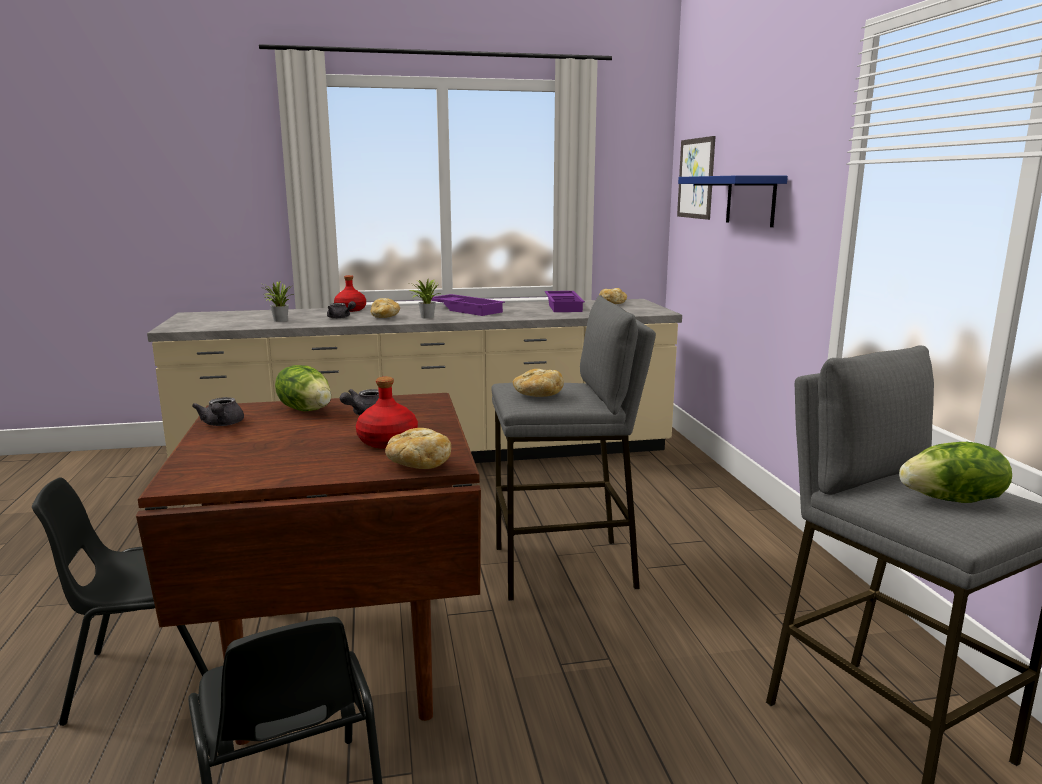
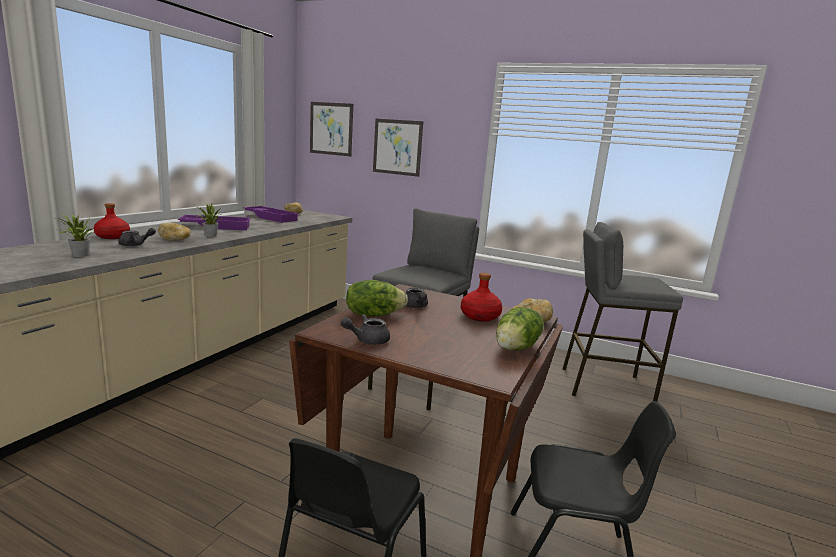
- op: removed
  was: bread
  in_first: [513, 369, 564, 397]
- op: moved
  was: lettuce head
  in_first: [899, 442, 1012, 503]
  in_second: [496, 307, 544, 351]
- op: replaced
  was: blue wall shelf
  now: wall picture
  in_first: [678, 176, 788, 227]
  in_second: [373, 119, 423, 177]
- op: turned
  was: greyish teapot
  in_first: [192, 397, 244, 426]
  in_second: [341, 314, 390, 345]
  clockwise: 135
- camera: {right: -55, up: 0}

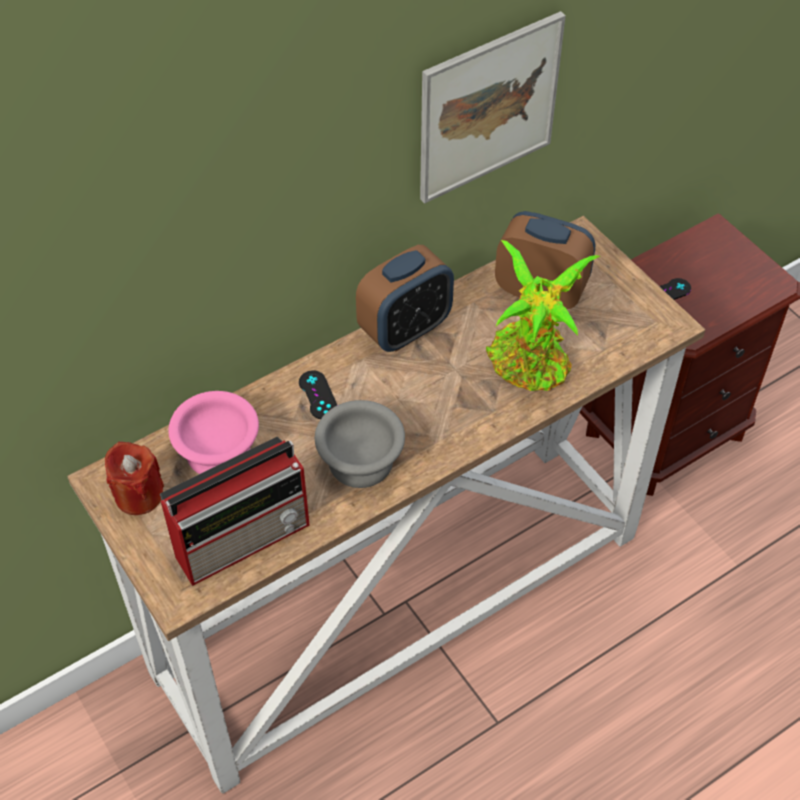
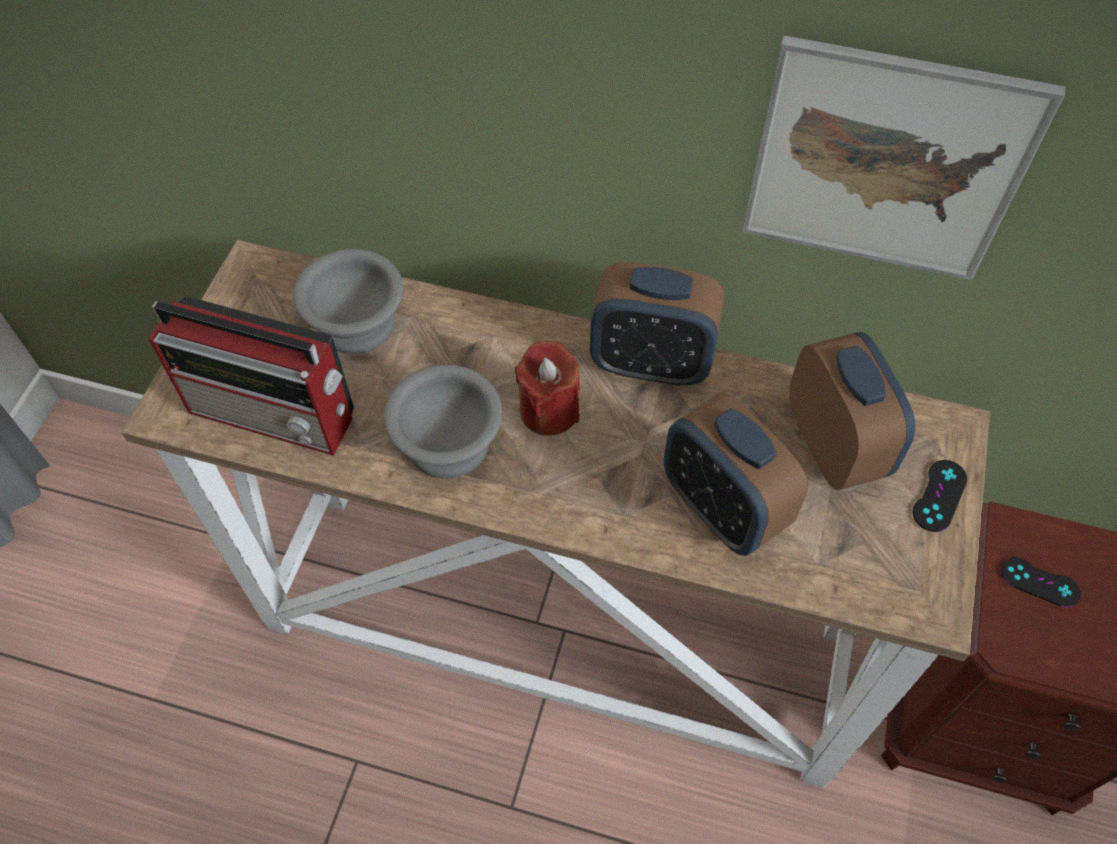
- op: moved
  was: reddish wax light
  in_first: [105, 442, 164, 515]
  in_second: [515, 341, 580, 435]
- op: moved
  was: black joypad
  in_first: [299, 370, 337, 419]
  in_second: [912, 460, 967, 532]
- op: replaced
  was: houseplant
  now: bedside clock
  in_first: [486, 240, 600, 391]
  in_second: [664, 392, 808, 556]
- op: recoloured
  was: pink-coloured deep dish
  now: greyish deep dish
  in_first: [168, 391, 259, 474]
  in_second: [293, 249, 403, 354]
- camera: {right: 50, up: 5}

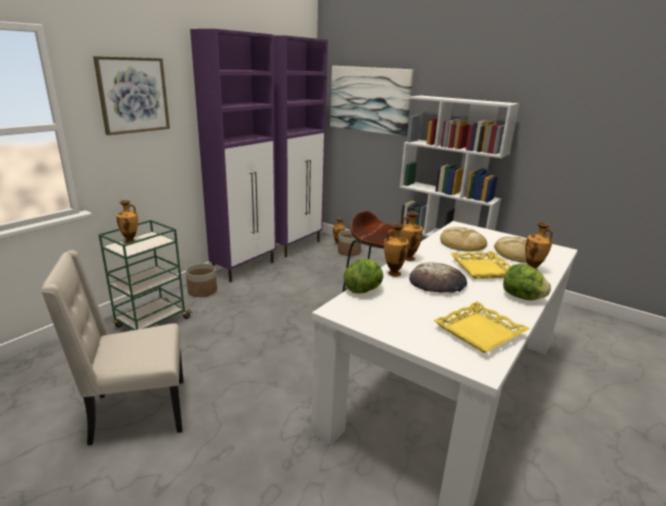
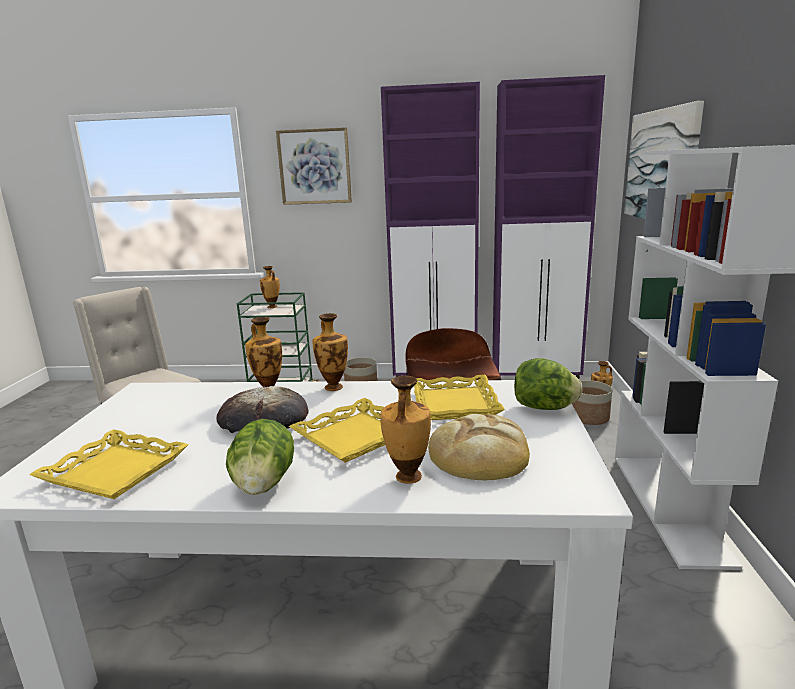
- op: moved
  was: lettuce head
  in_first: [343, 259, 383, 294]
  in_second: [514, 358, 583, 410]
- op: replaced
  was: bread
  now: yellow-coloured tray
  in_first: [440, 227, 487, 252]
  in_second: [414, 375, 505, 420]
- camera: {right: 60, up: -5}

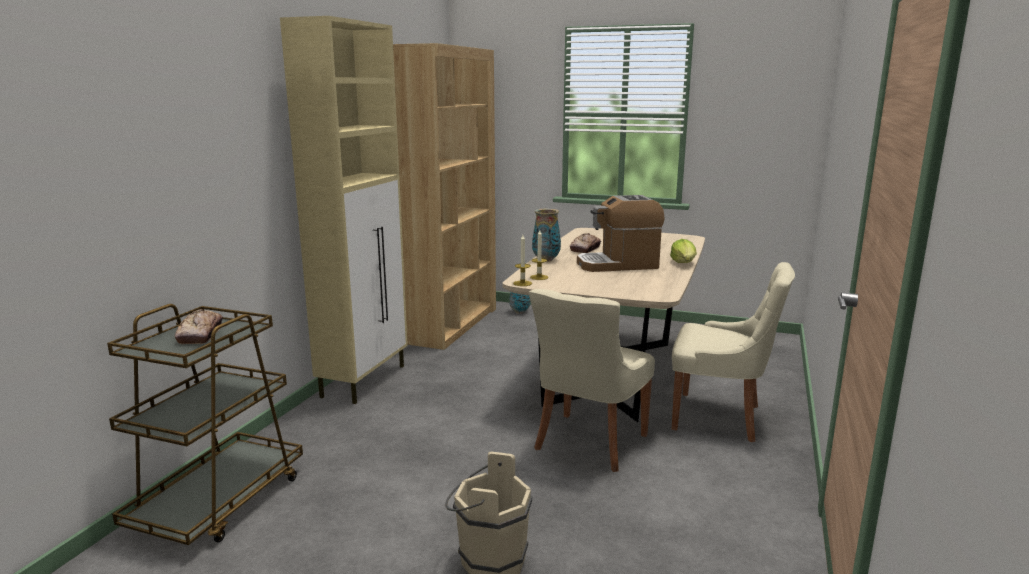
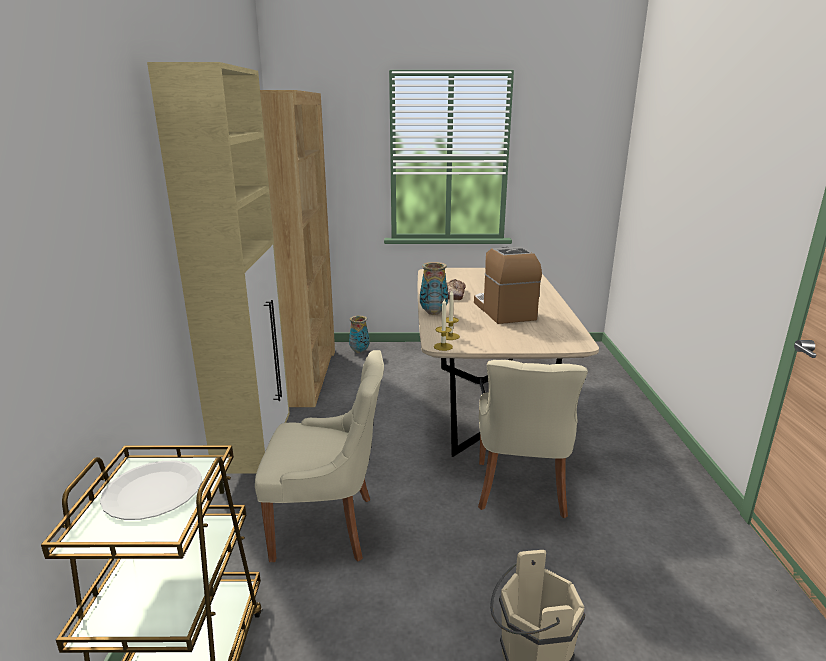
- op: removed
  was: lettuce head
  in_first: [670, 239, 697, 263]
- op: moved
  was: beige-coloured plain chair
  in_first: [672, 262, 795, 442]
  in_second: [255, 350, 384, 562]
- op: replaced
  was: bread
  now: whitish flat dish
  in_first: [175, 309, 223, 344]
  in_second: [100, 461, 201, 520]
- op: turned
  was: coffee maker
  in_first: [577, 195, 664, 272]
  in_second: [474, 247, 542, 324]
  clockwise: 105
- camera: {right: -20, up: 5}

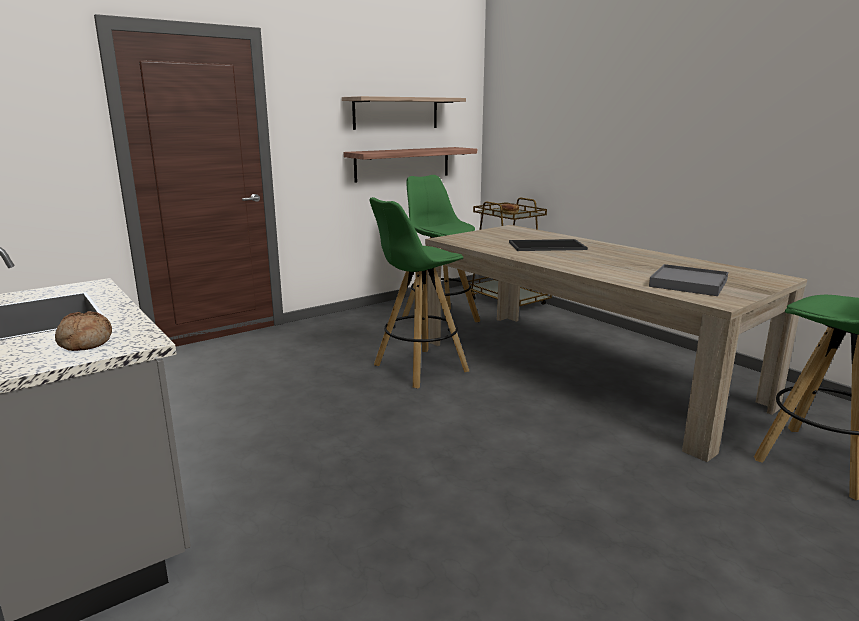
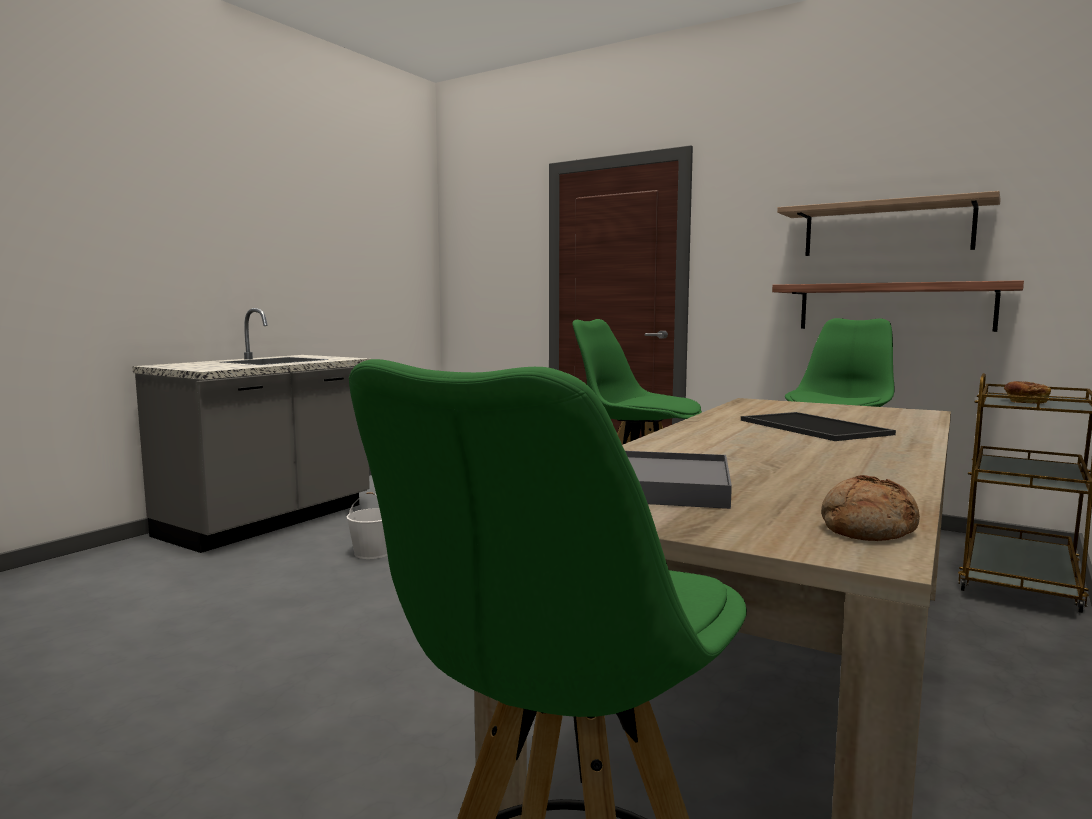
- op: added
  now: whitish pail
  in_second: [346, 492, 387, 559]
- op: moved
  was: bread
  in_first: [55, 311, 112, 351]
  in_second: [821, 475, 920, 541]
- camera: {right: 70, up: -10}

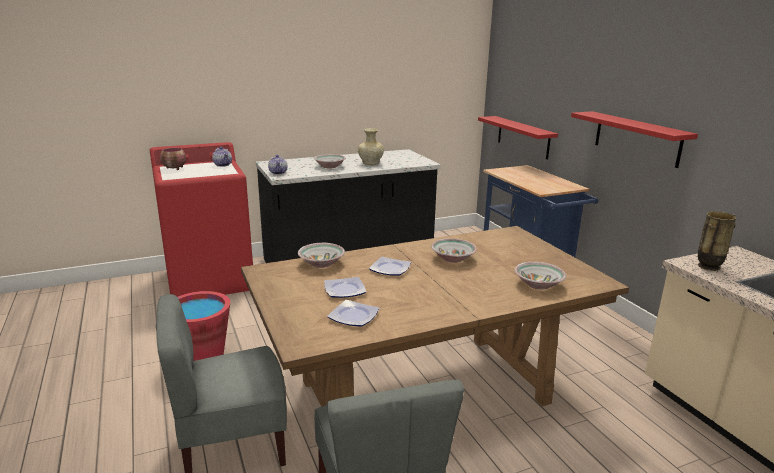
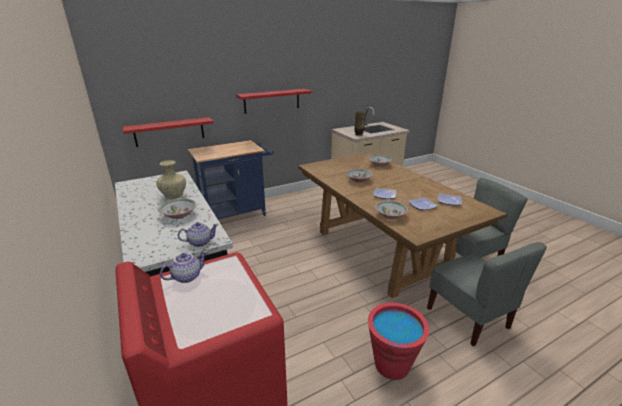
- op: removed
  was: deep dish
  in_first: [160, 148, 186, 170]
- camera: {right: -95, up: 5}

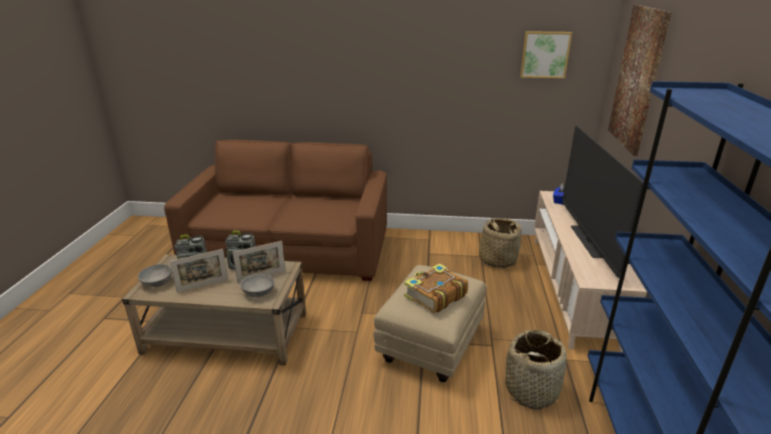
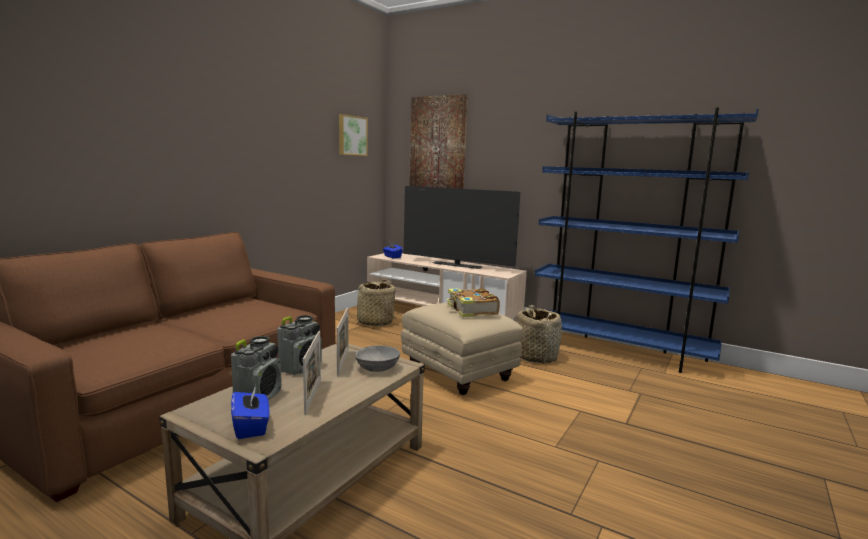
- op: replaced
  was: greyish deep dish
  now: blue tissue box
  in_first: [138, 264, 172, 287]
  in_second: [231, 387, 269, 439]
- camera: {right: -65, up: -15}

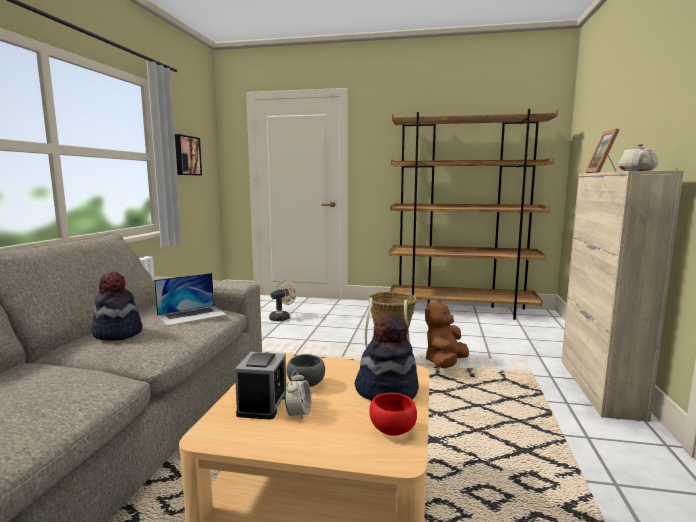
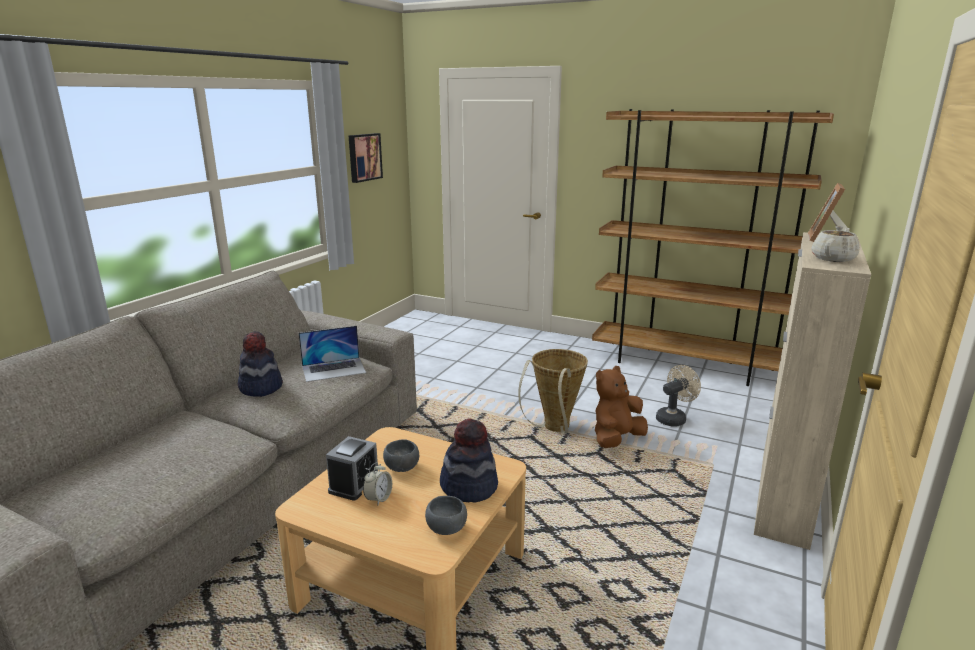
- op: moved
  was: beige-coloured electric fan
  in_first: [269, 280, 296, 321]
  in_second: [656, 365, 701, 427]
- op: recoloured
  was: reddish deep dish
  now: greyish deep dish
  in_first: [369, 393, 417, 436]
  in_second: [425, 496, 467, 535]
- camera: {right: 15, up: 10}

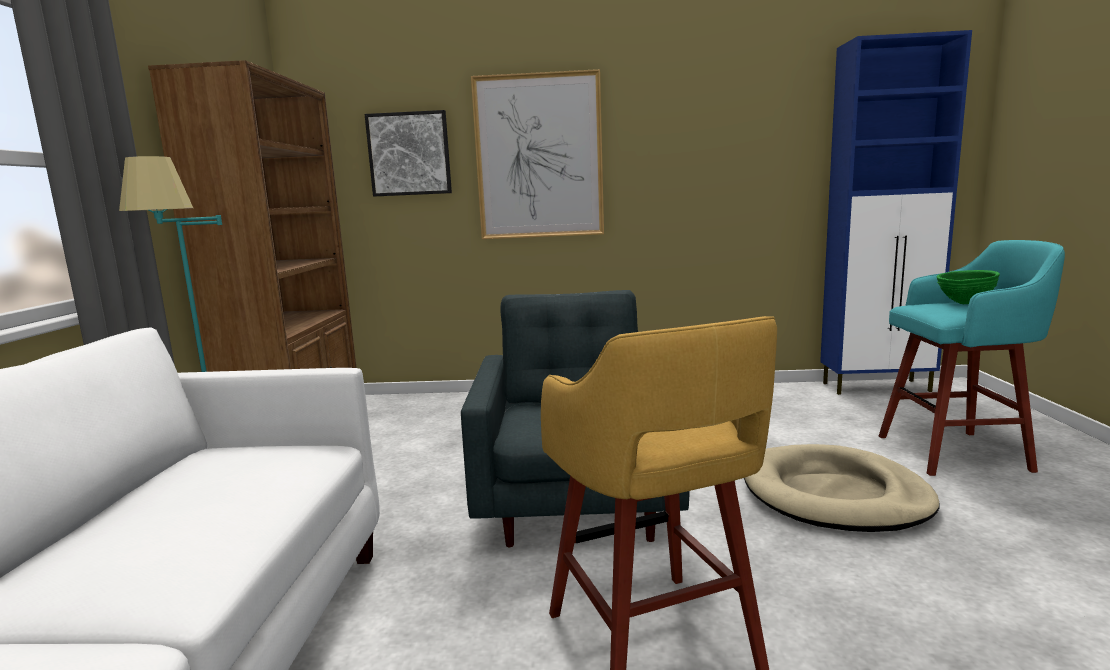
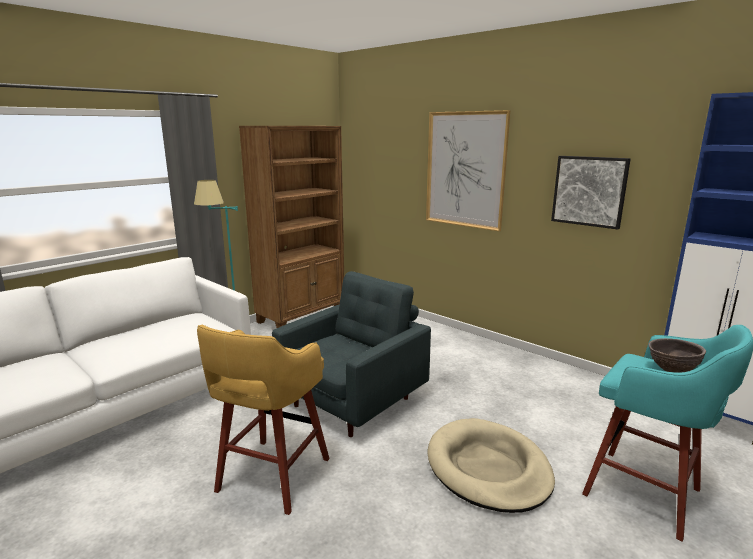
- op: moved
  was: wall picture
  in_first: [365, 110, 452, 197]
  in_second: [551, 156, 631, 230]
- op: recoloured
  was: green-coloured deep dish
  now: brown deep dish
  in_first: [936, 270, 1000, 304]
  in_second: [648, 338, 706, 373]
- camera: {right: 40, up: 5}

